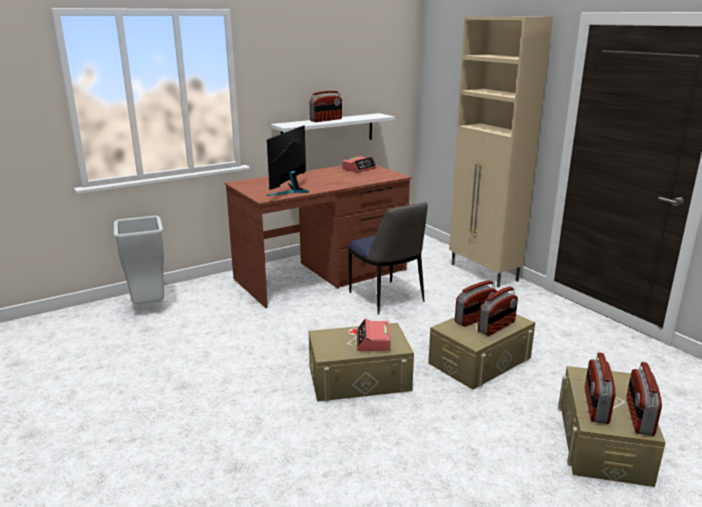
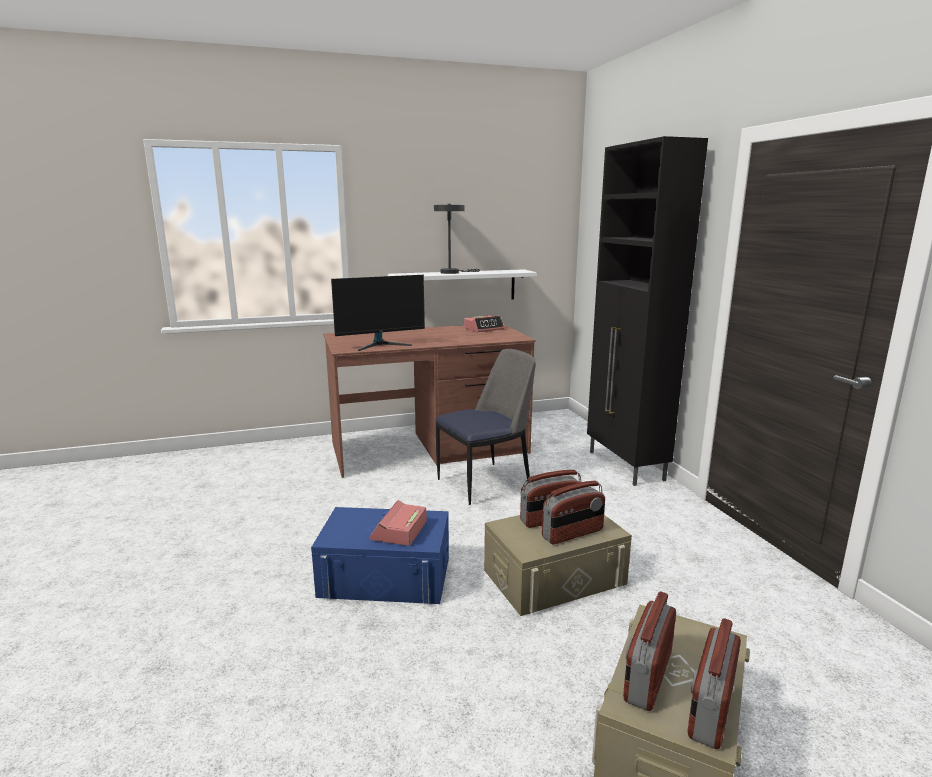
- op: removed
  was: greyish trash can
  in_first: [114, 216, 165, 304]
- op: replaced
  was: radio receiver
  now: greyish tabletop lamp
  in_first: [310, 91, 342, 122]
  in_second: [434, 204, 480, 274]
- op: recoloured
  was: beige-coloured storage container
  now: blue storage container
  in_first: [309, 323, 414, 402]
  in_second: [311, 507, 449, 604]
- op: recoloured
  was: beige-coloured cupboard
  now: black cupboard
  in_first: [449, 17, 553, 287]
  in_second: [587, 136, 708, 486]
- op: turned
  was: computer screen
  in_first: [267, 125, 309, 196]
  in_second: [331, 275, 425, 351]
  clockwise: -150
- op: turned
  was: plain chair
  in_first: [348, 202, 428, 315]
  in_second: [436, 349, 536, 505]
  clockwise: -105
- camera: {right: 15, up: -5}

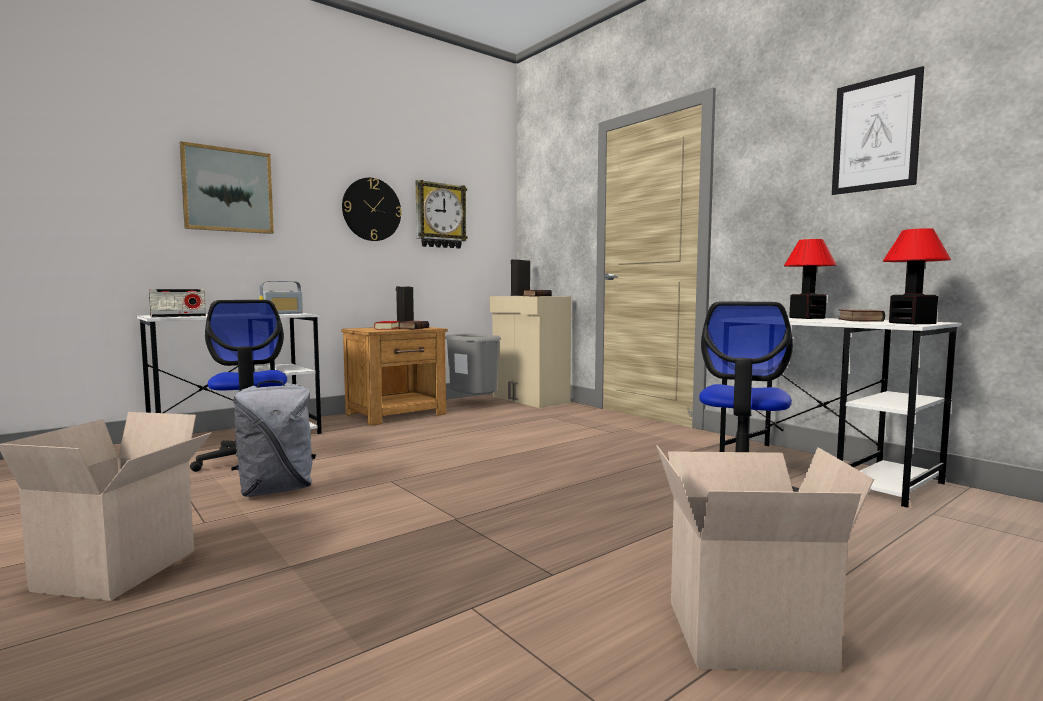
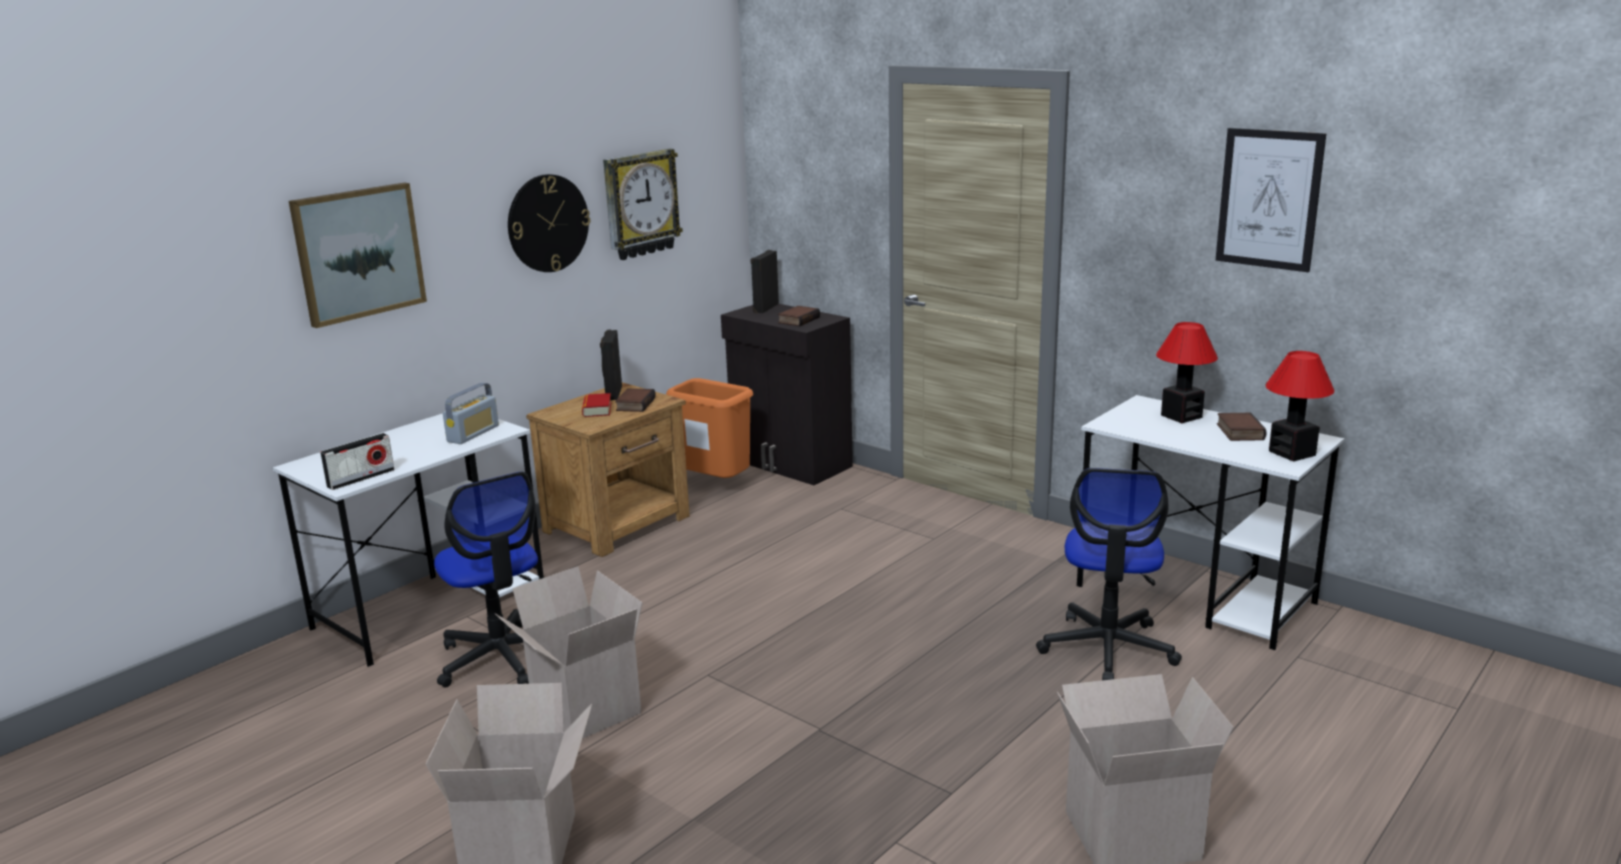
- op: replaced
  was: greyish rucksack
  now: carton
  in_first: [231, 380, 316, 497]
  in_second: [495, 566, 643, 739]
- op: recoloured
  was: greyish trash can
  now: orange-coloured trash can
  in_first: [445, 334, 501, 395]
  in_second: [666, 378, 753, 478]
- op: recoloured
  was: beige-coloured cupboard
  now: black cupboard
  in_first: [490, 296, 571, 408]
  in_second: [721, 304, 853, 485]
- camera: {right: -10, up: 15}

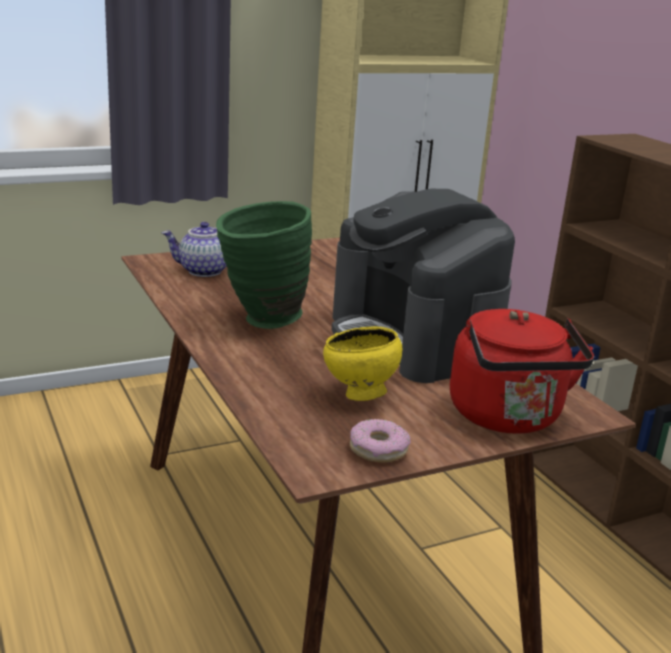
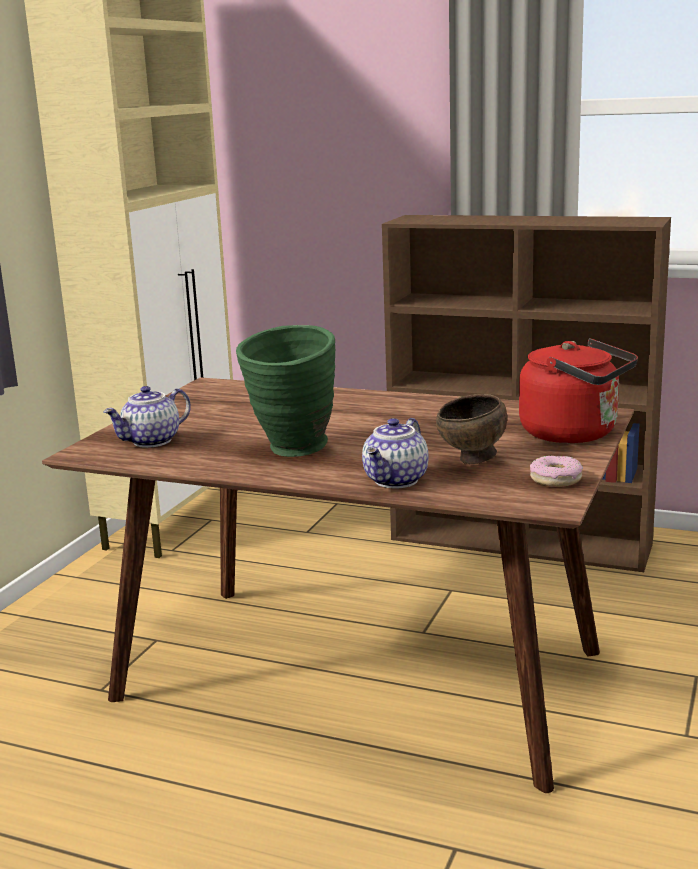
- op: removed
  was: coffee maker
  in_first: [332, 189, 515, 383]
- op: added
  now: teapot
  in_second: [362, 418, 429, 489]
- op: recoloured
  was: yellow-coloured deep dish
  now: brown deep dish
  in_first: [323, 326, 402, 401]
  in_second: [436, 394, 507, 464]
- camera: {right: -40, up: -5}

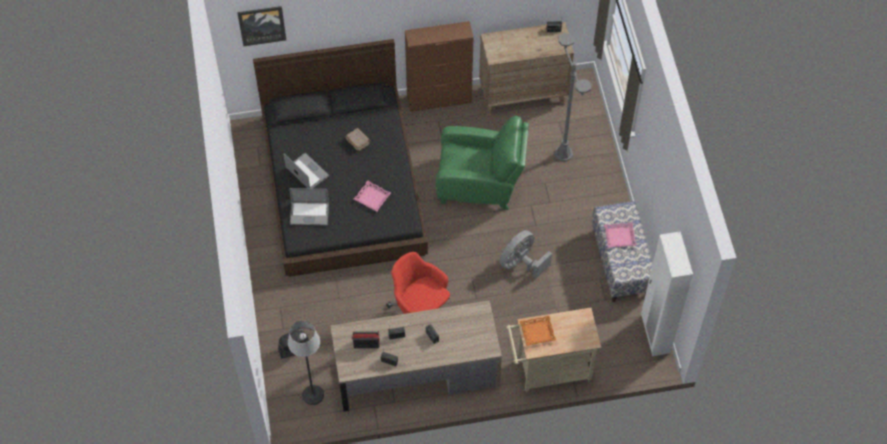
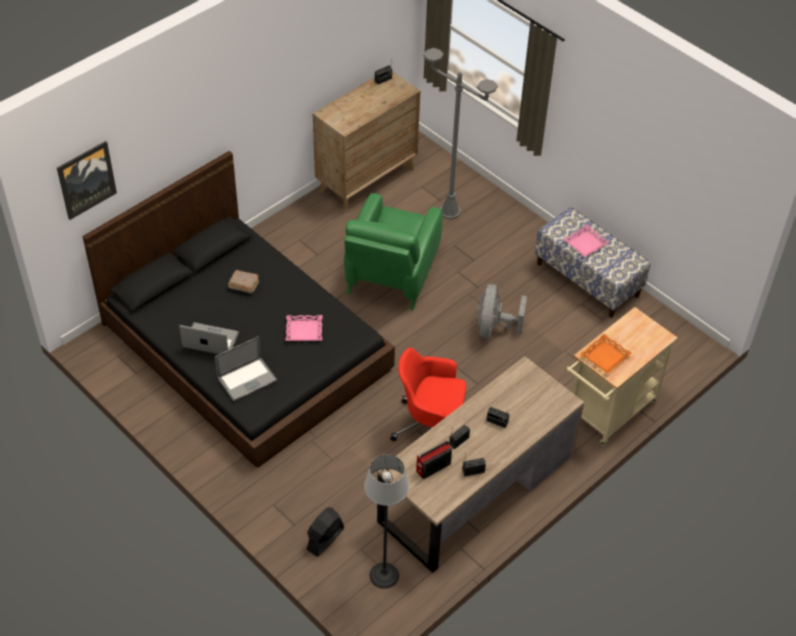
- op: removed
  was: brown cupboard
  in_first: [405, 21, 474, 112]
- op: removed
  was: whitish armoire
  in_first: [641, 232, 693, 356]
- op: turned
  was: green-coloured easy chair
  in_first: [436, 116, 529, 210]
  in_second: [344, 193, 443, 311]
  clockwise: 135
- camera: {right: -35, up: -10}

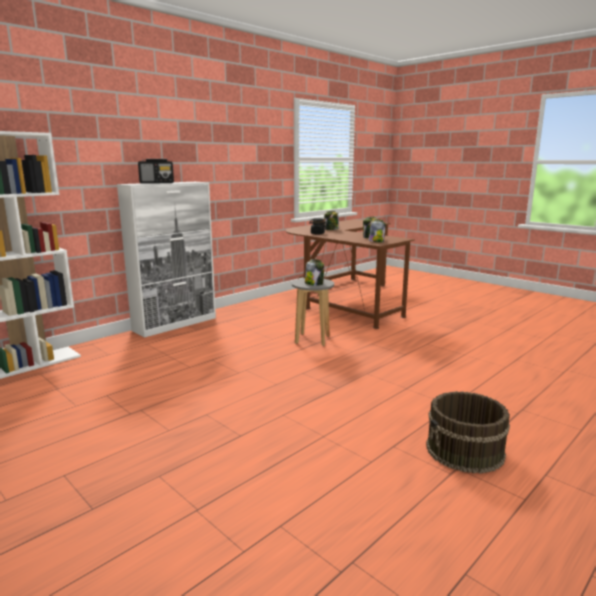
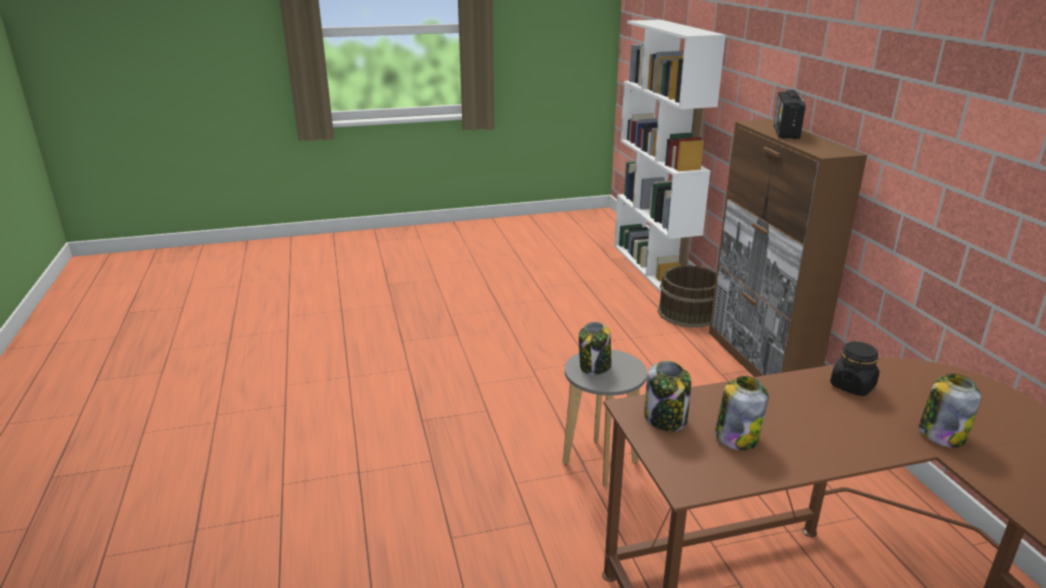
- op: moved
  was: brown pail
  in_first: [426, 391, 510, 474]
  in_second: [658, 265, 716, 328]
- op: recoloured
  was: whitish cupboard
  now: brown cupboard
  in_first: [117, 182, 216, 338]
  in_second: [709, 119, 867, 377]
- camera: {right: 120, up: 10}

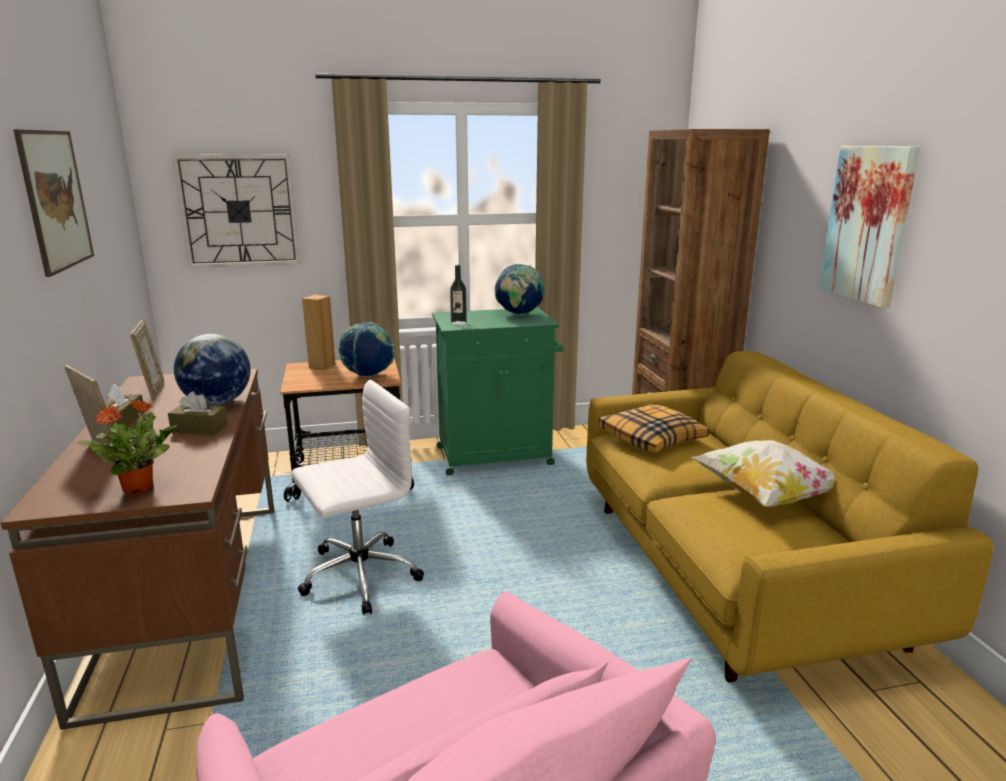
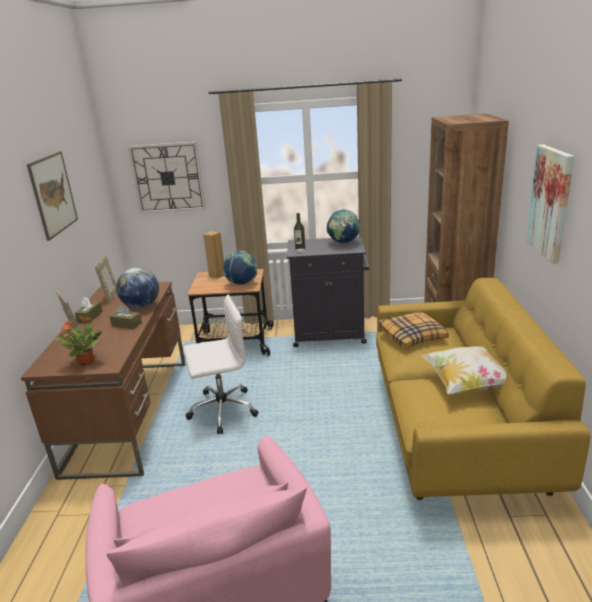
- op: recoloured
  was: green-coloured cupboard
  now: black cupboard
  in_first: [432, 307, 563, 475]
  in_second: [287, 236, 369, 347]
- camera: {right: 15, up: 5}

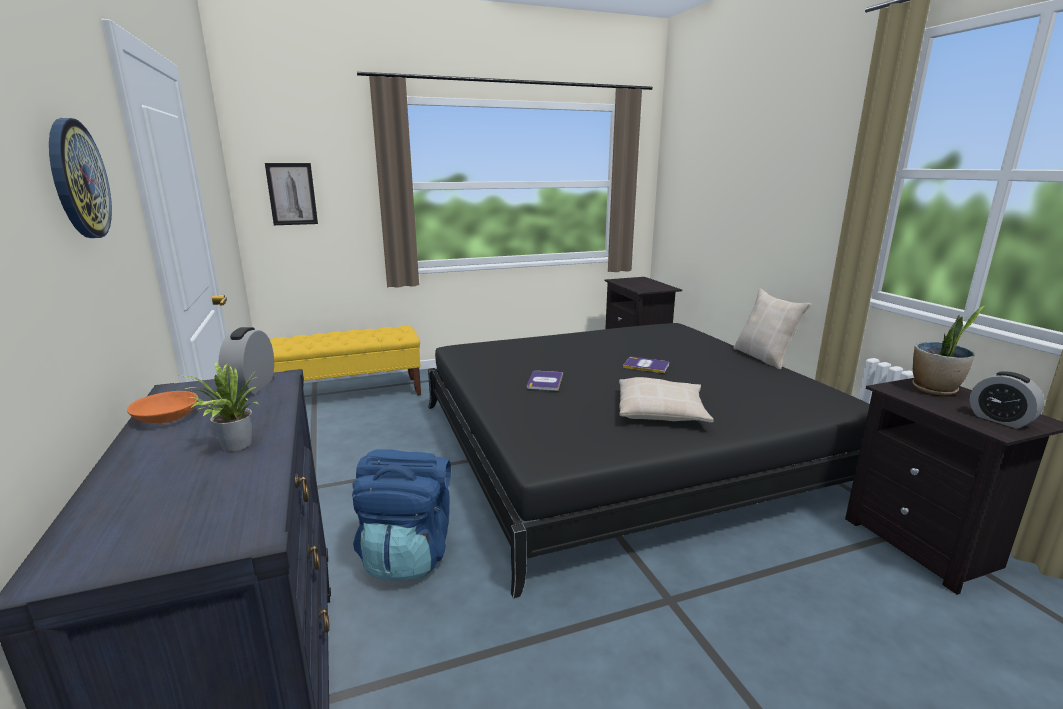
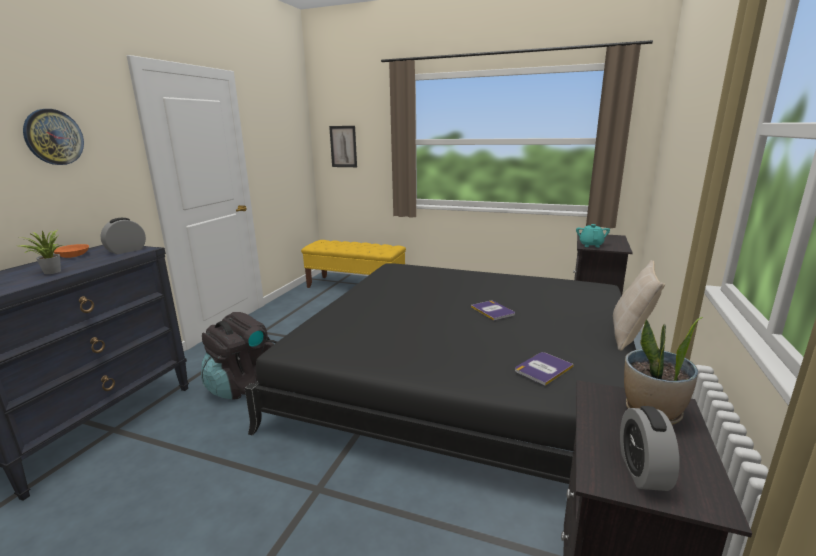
- op: removed
  was: beige-coloured cushion
  in_first: [619, 377, 714, 422]
- op: added
  now: blue-green teapot
  in_second: [576, 224, 610, 247]
- op: moved
  was: volume
  in_first: [527, 371, 563, 391]
  in_second: [515, 352, 574, 386]
- op: recoloured
  was: blue rucksack
  now: black rucksack
  in_first: [352, 449, 451, 581]
  in_second: [201, 312, 277, 400]
- camera: {right: 40, up: 0}

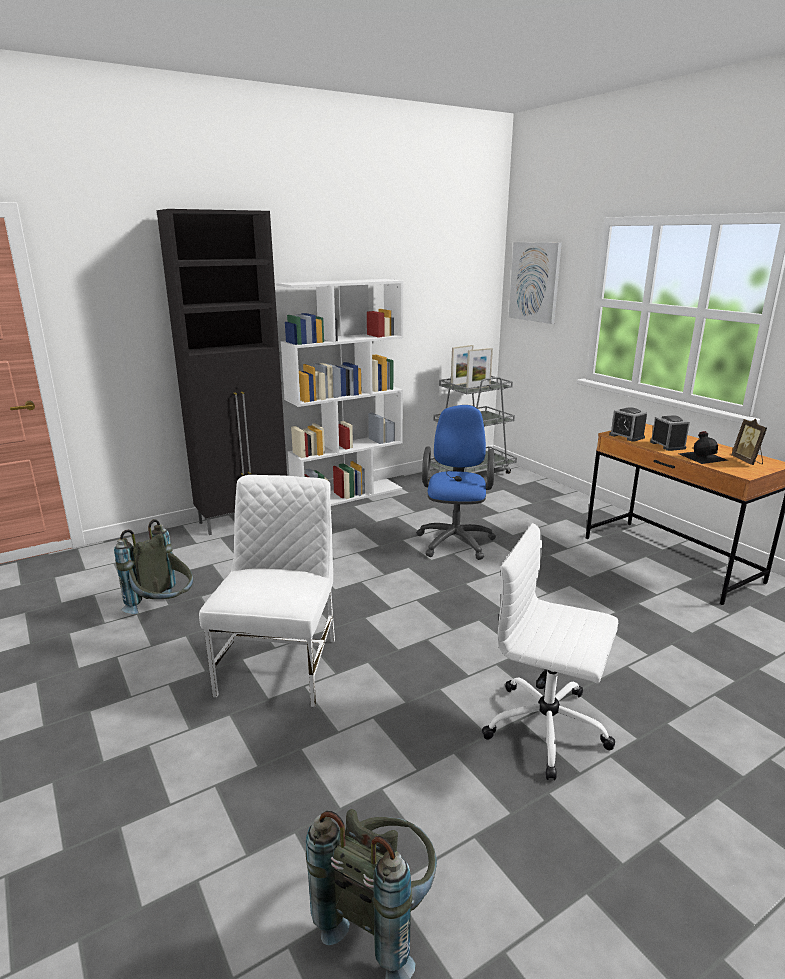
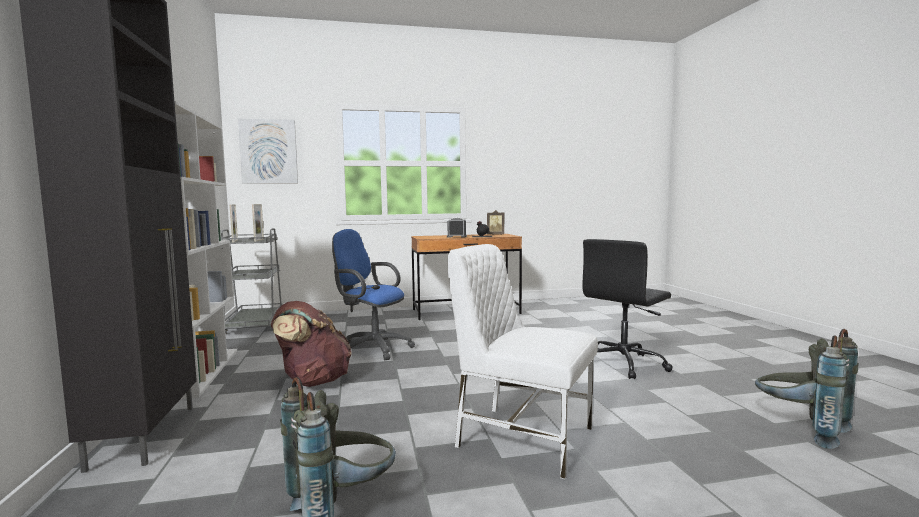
- op: removed
  was: bedside clock
  in_first: [609, 407, 647, 442]
- op: added
  now: brown rucksack
  in_second: [271, 301, 351, 387]
- op: recoloured
  was: whitish computer chair
  now: black computer chair
  in_first: [482, 523, 618, 780]
  in_second: [583, 239, 673, 379]
- camera: {right: -70, up: -15}

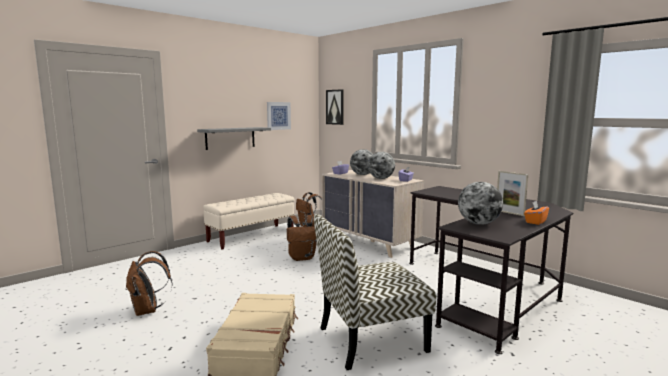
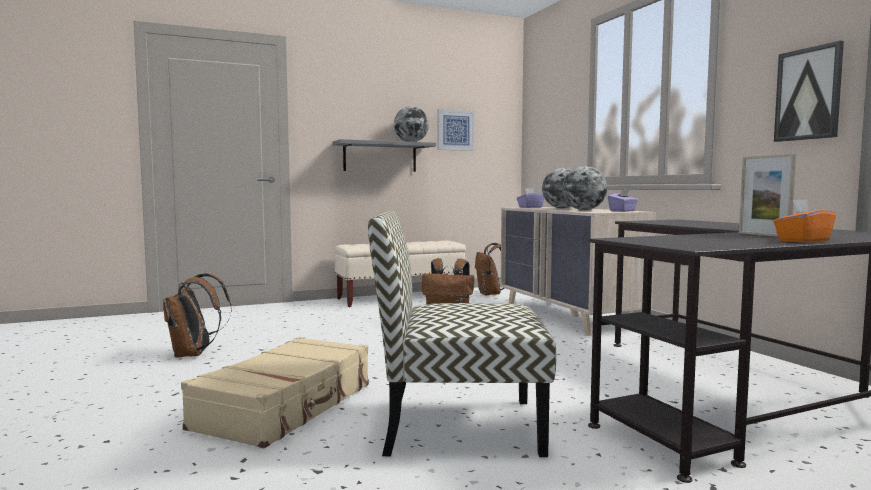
- op: moved
  was: wall picture
  in_first: [326, 89, 344, 125]
  in_second: [774, 41, 844, 142]
- op: moved
  was: world globe
  in_first: [458, 182, 503, 225]
  in_second: [394, 106, 429, 142]
- camera: {right: 20, up: -5}

